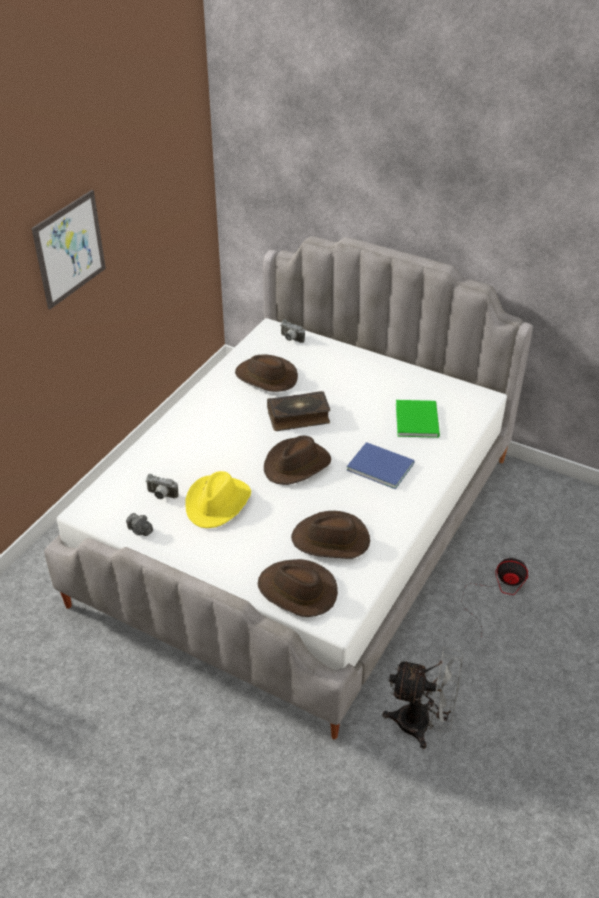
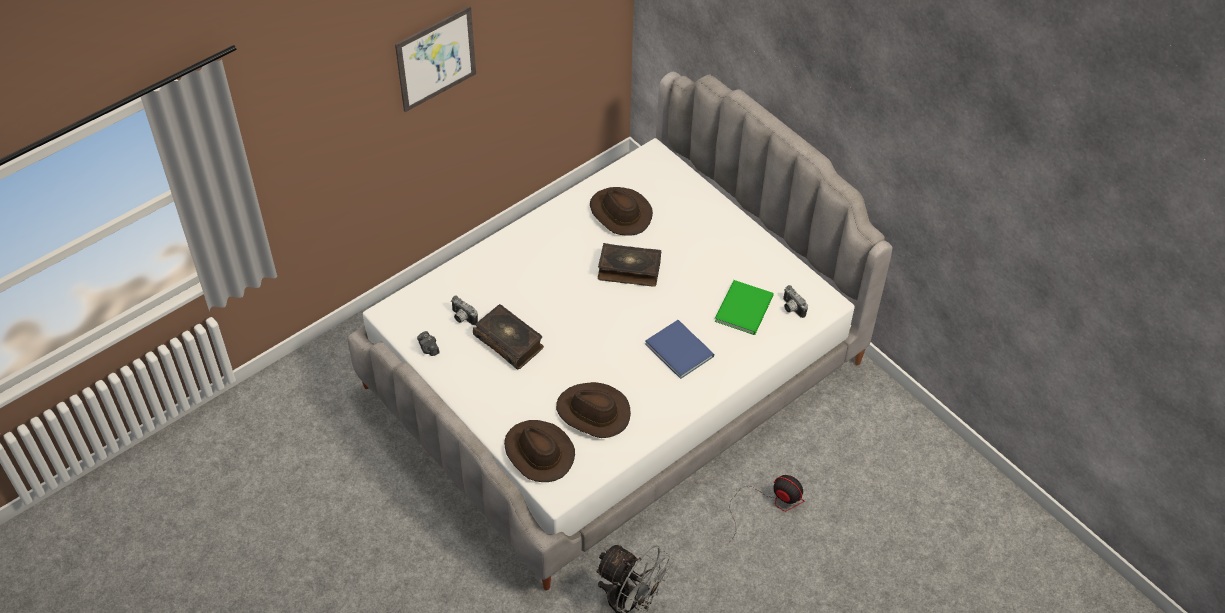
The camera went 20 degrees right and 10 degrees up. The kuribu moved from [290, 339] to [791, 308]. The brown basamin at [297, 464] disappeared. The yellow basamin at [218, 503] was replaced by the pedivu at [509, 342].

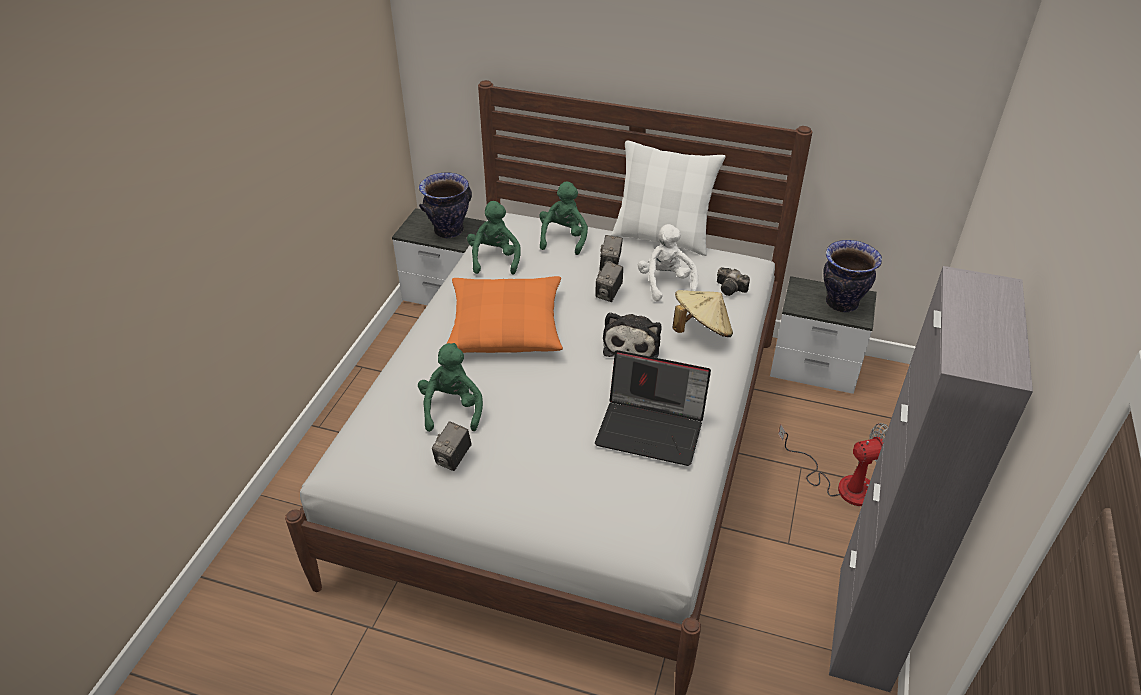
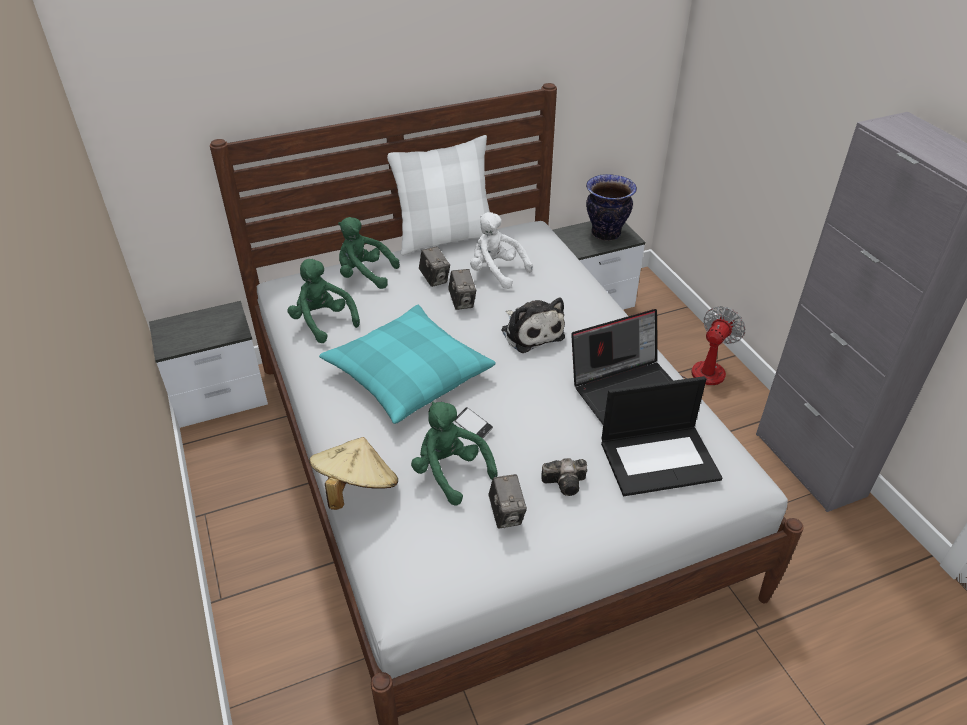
The camera went 40 degrees left and 0 degrees up. The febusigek at [448, 231] disappeared. The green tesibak at [563, 238] turned 45 degrees counterclockwise. The kuribu moved from [731, 289] to [566, 483]. The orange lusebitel at [505, 326] became the turquoise lusebitel at [408, 374]. The beige basamin moved from [701, 330] to [356, 489]. The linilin at [660, 459] appeared. The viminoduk at [473, 426] appeared.

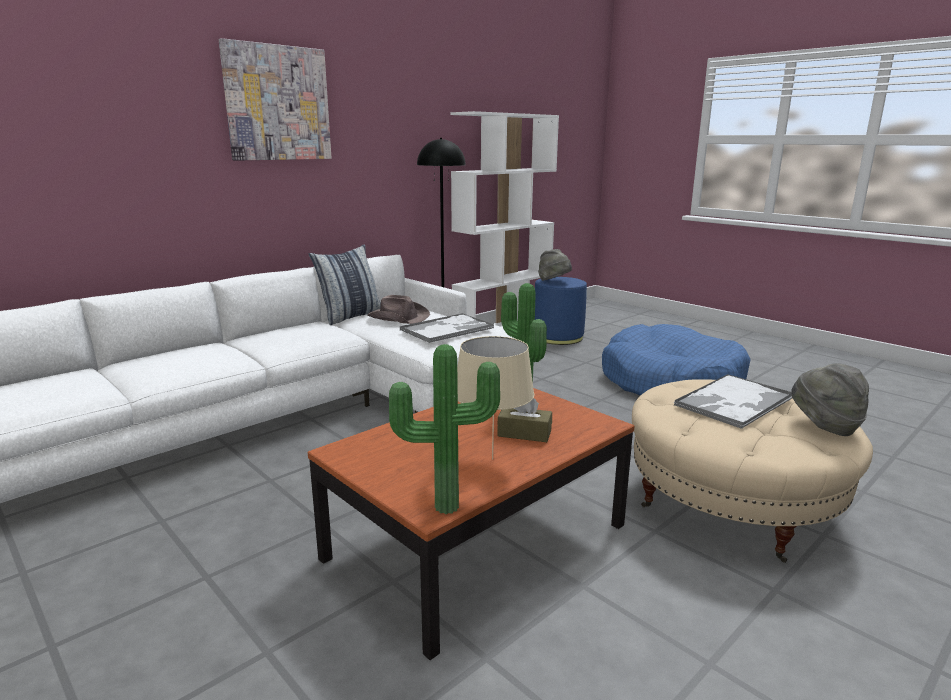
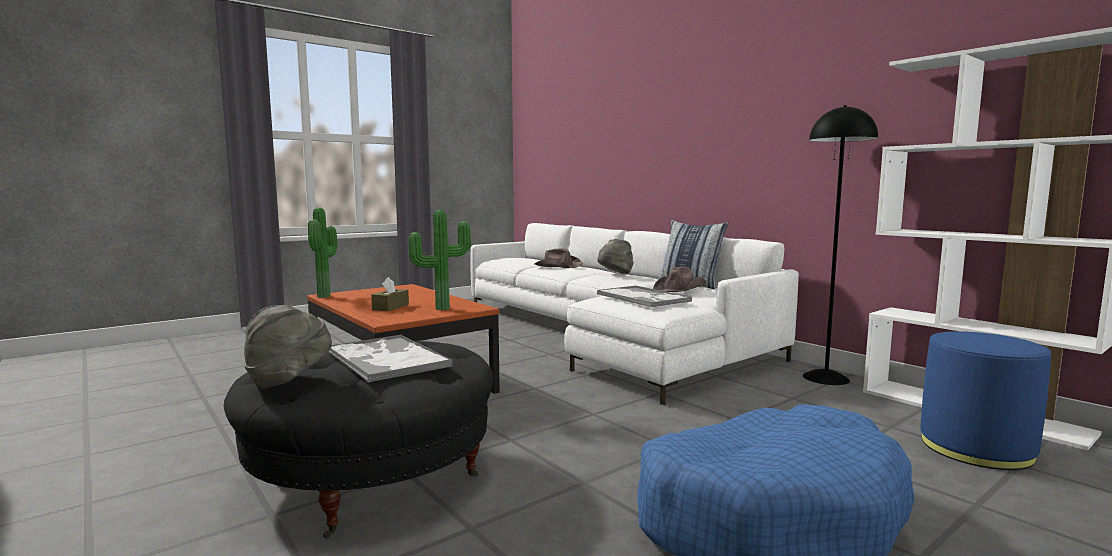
The camera went 95 degrees right and 10 degrees down. The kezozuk at [277, 103] disappeared. The grey basamin moved from [554, 282] to [615, 274]. The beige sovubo at [491, 459] disappeared. The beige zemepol at [732, 503] became the black zemepol at [371, 476]. The brown basamin at [557, 266] appeared.

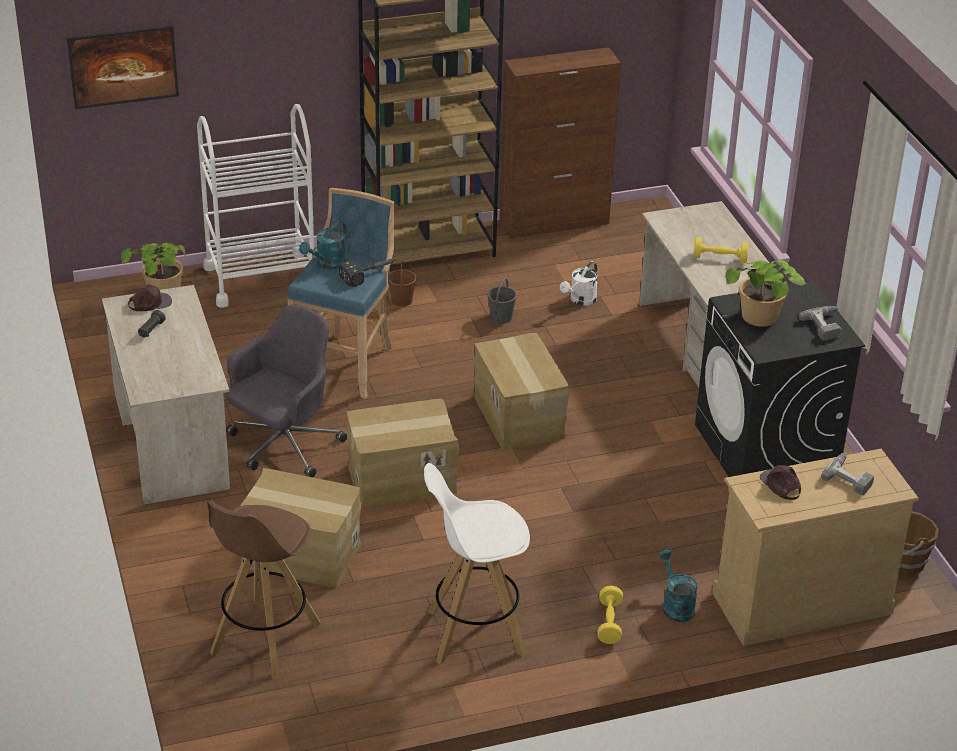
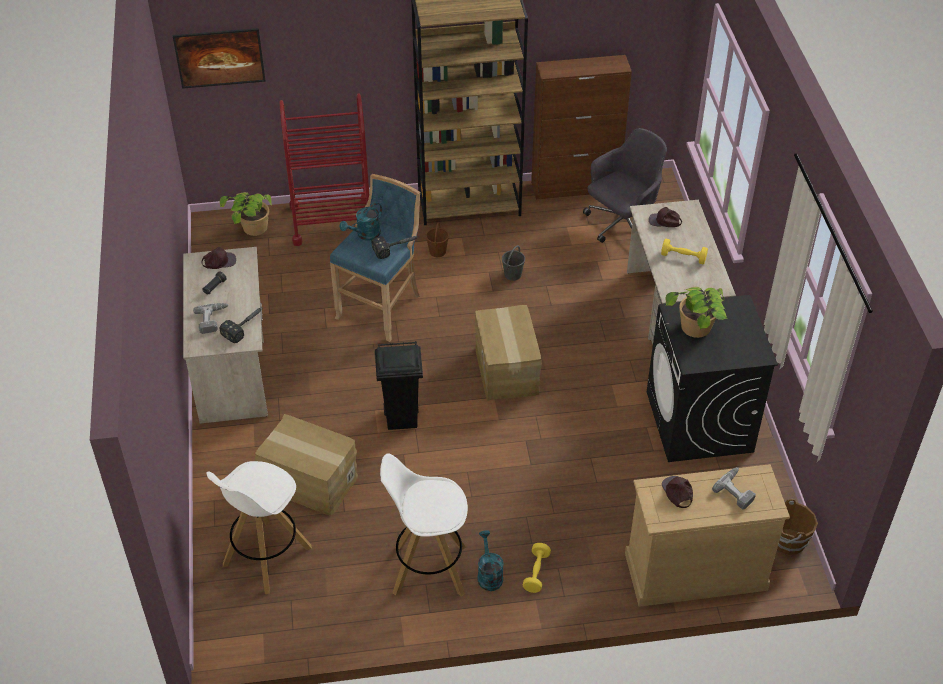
The camera went 10 degrees right and 10 degrees up. The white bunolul at [261, 279] became the red bunolul at [332, 221]. The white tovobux at [580, 300] disappeared. The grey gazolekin moved from [283, 446] to [623, 226]. The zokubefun moved from [826, 326] to [213, 320]. The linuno at [402, 477] was replaced by the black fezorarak at [402, 419]. The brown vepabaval at [265, 639] became the white vepabaval at [266, 557]. The turquoise tovobux moved from [675, 605] to [489, 574]. The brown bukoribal at [664, 221] appeared. The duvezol at [245, 326] appeared.

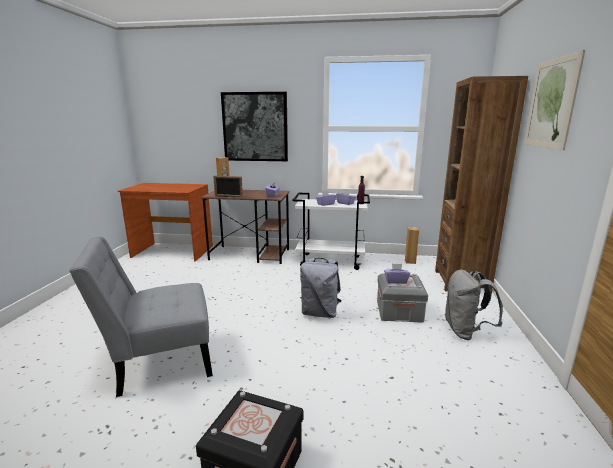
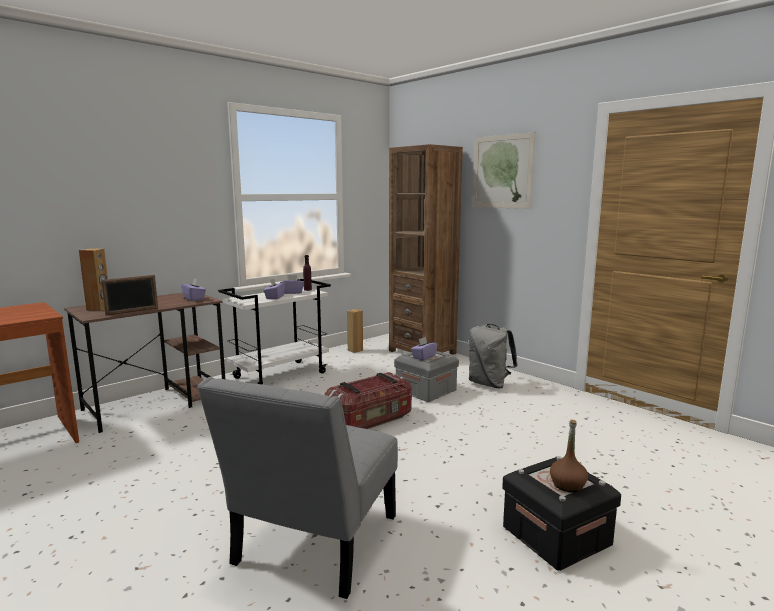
The camera went 50 degrees left and 5 degrees down. The kezozuk at [255, 127] disappeared. The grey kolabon at [320, 313] was replaced by the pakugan at [370, 420]. The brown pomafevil at [567, 485] appeared.

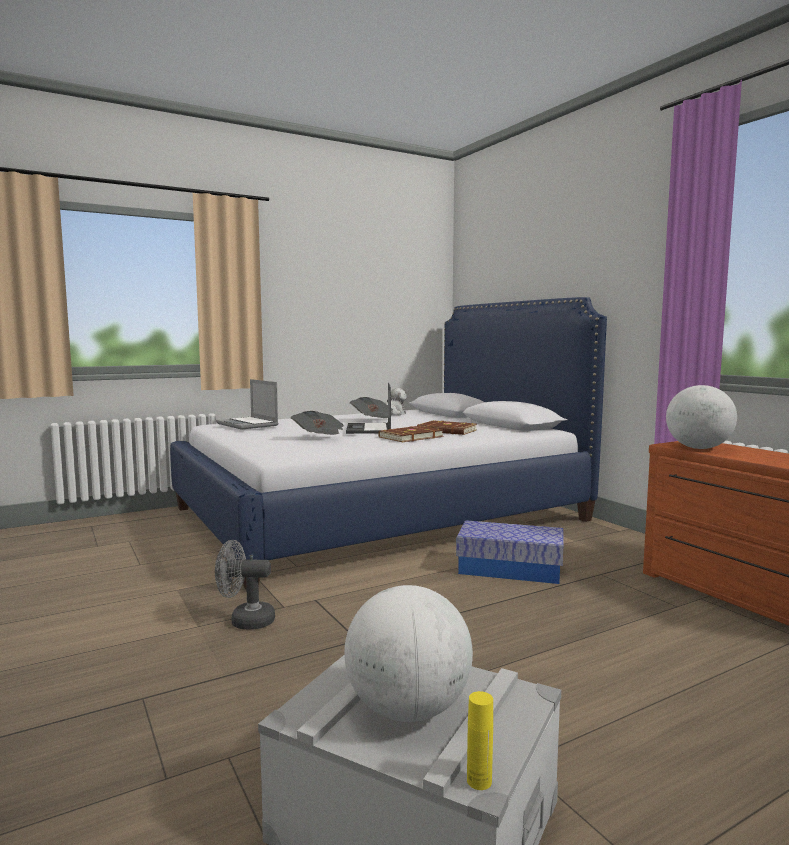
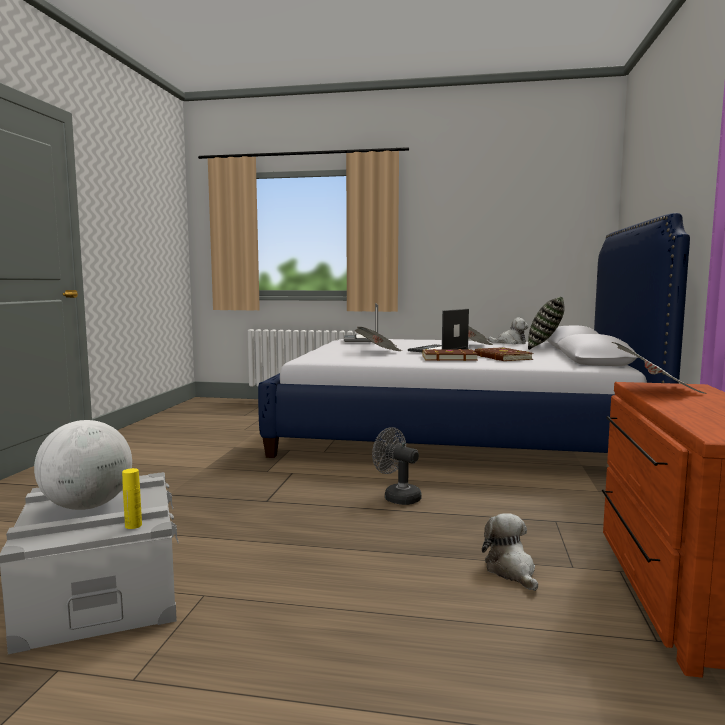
The camera went 40 degrees right and 0 degrees up. The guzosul at [698, 448] was replaced by the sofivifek at [656, 390]. The pakugan at [510, 569] disappeared. The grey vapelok moved from [245, 621] to [397, 497]. The yellow pomafevil moved from [479, 781] to [133, 525]. The lusebitel at [545, 347] appeared. The tesibak at [511, 571] appeared.

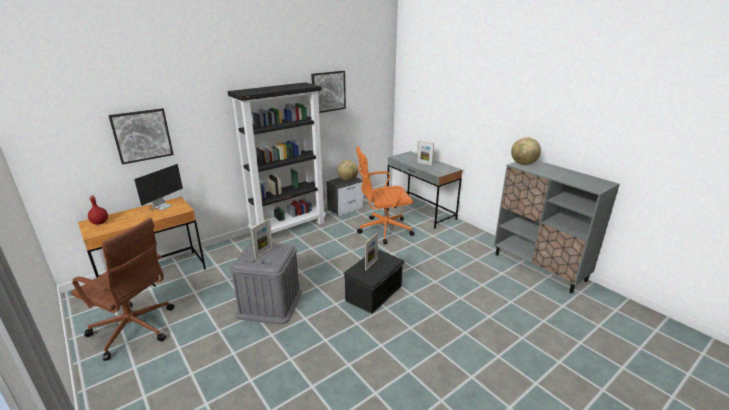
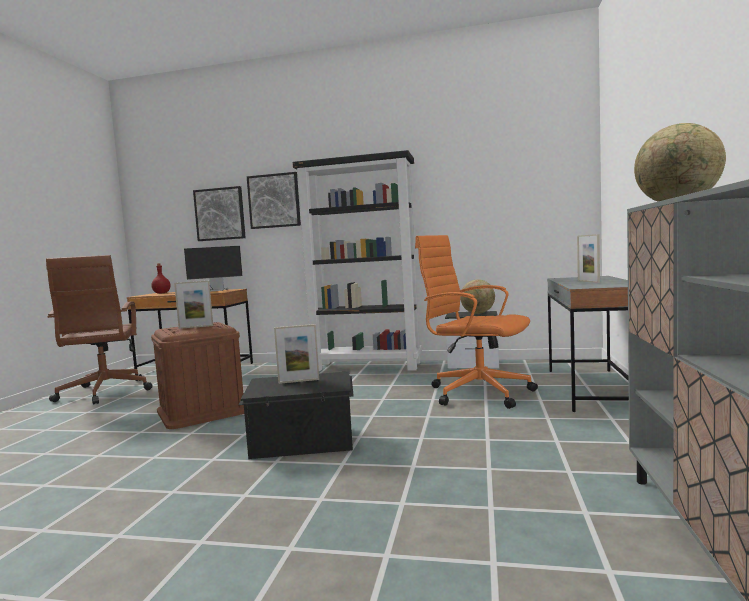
The camera went 50 degrees right and 20 degrees down. The kezozuk moved from [328, 91] to [274, 201]. The grey pakugan at [270, 303] became the brown pakugan at [202, 411].

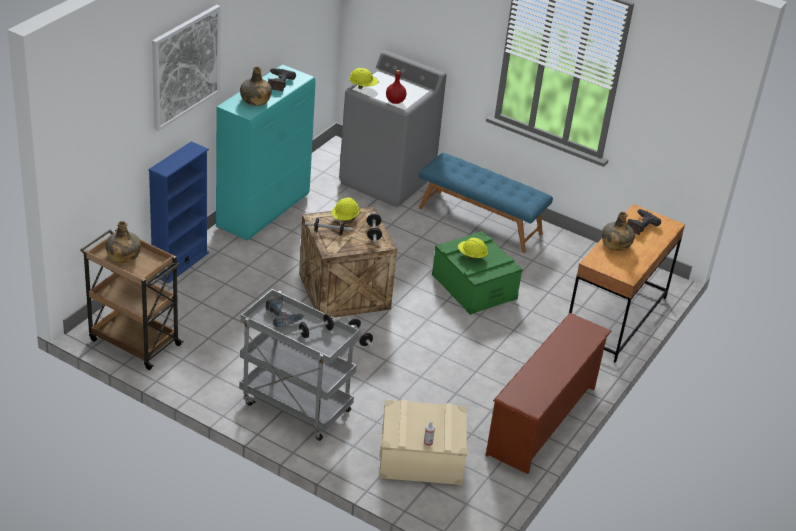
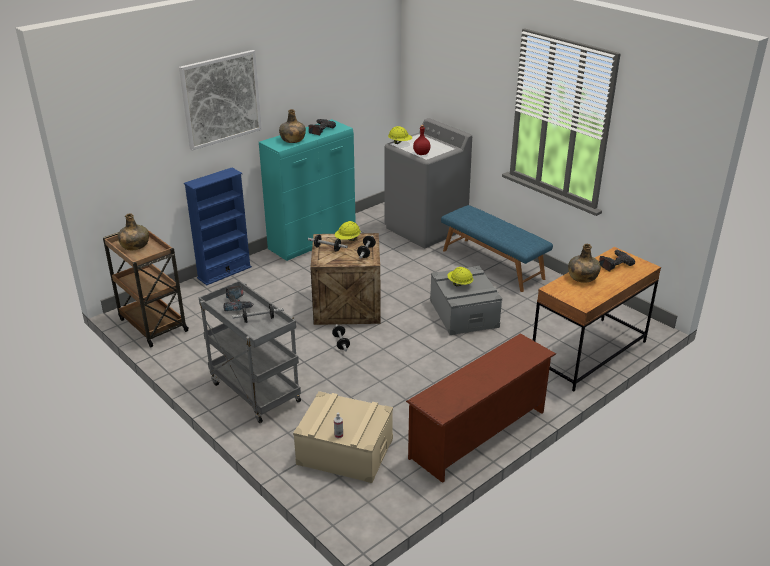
The camera went 20 degrees right and 5 degrees down. The green pakugan at [474, 286] became the grey pakugan at [463, 313].

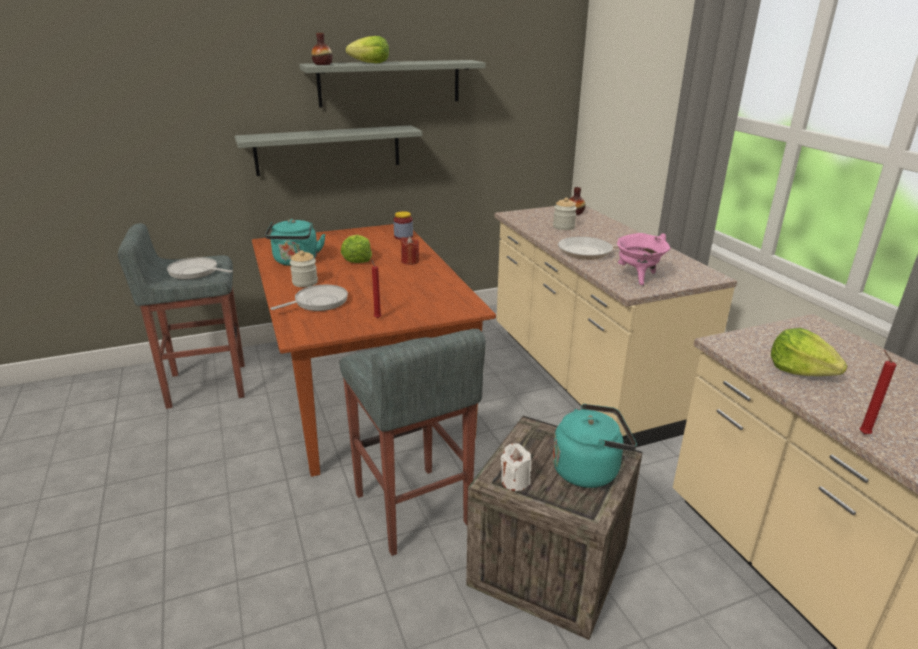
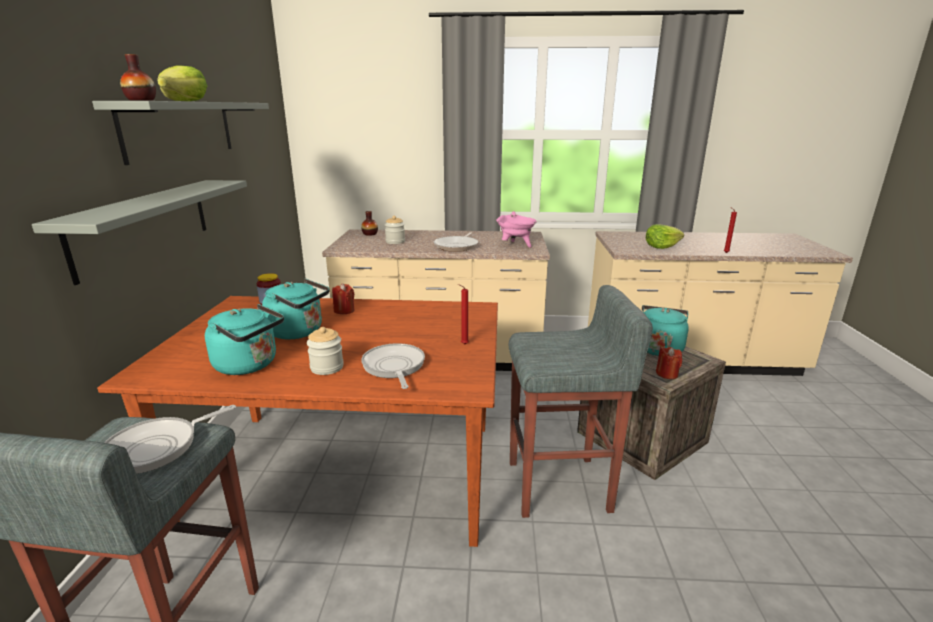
The camera went 65 degrees left and 5 degrees down. The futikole at [357, 259] was replaced by the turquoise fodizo at [299, 332]. The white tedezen at [515, 481] became the red tedezen at [667, 374].

